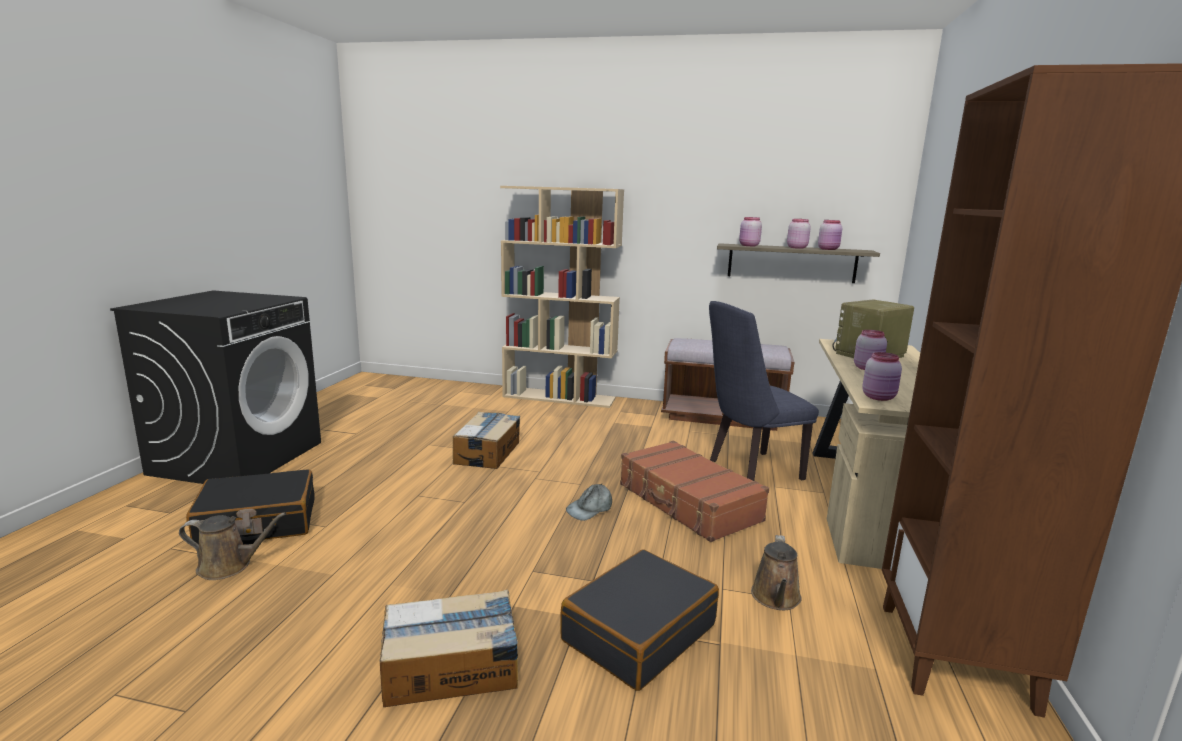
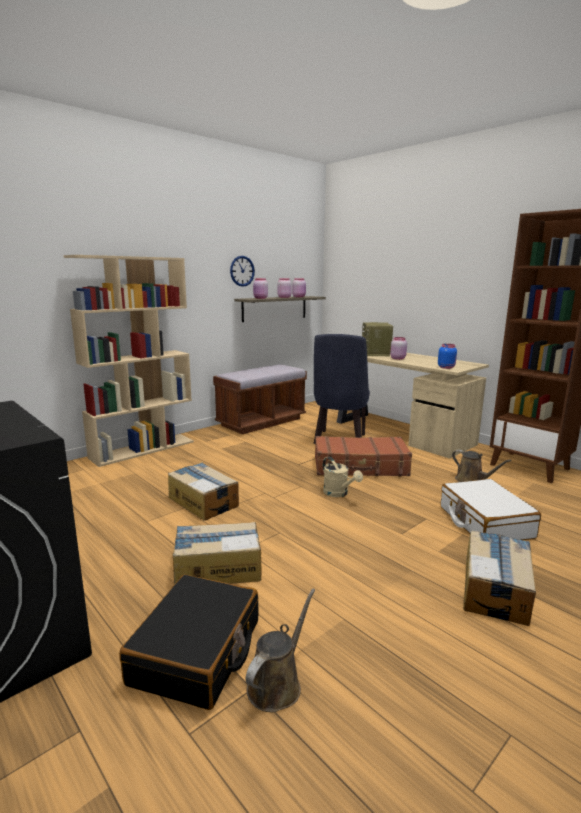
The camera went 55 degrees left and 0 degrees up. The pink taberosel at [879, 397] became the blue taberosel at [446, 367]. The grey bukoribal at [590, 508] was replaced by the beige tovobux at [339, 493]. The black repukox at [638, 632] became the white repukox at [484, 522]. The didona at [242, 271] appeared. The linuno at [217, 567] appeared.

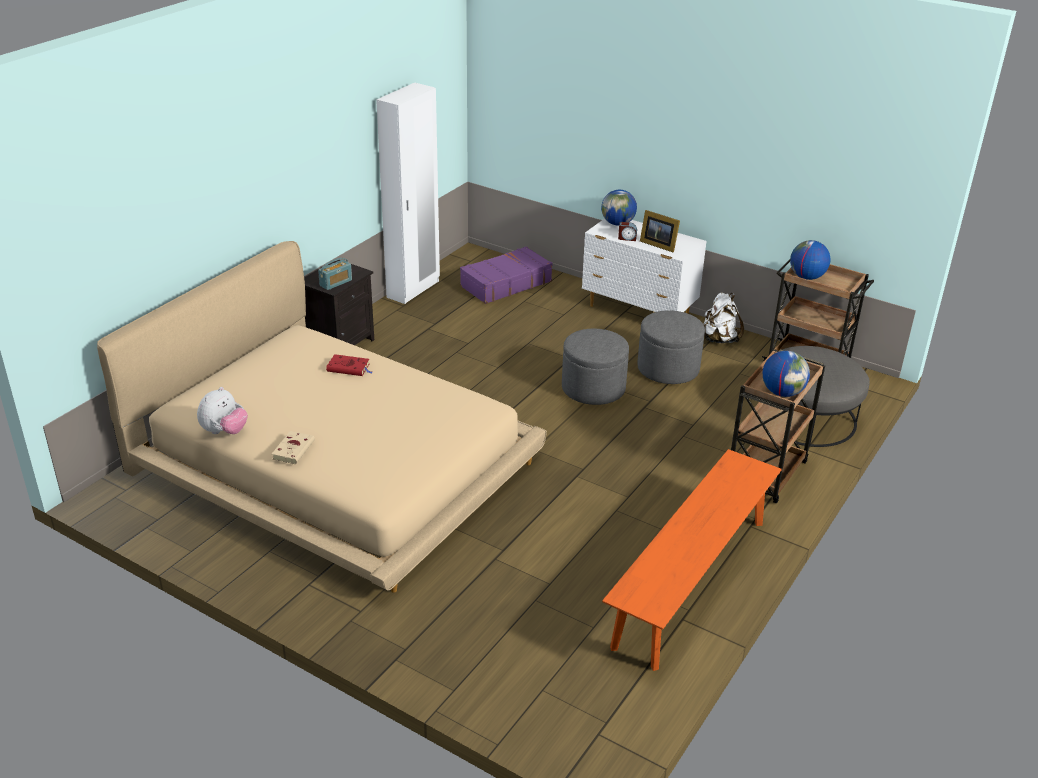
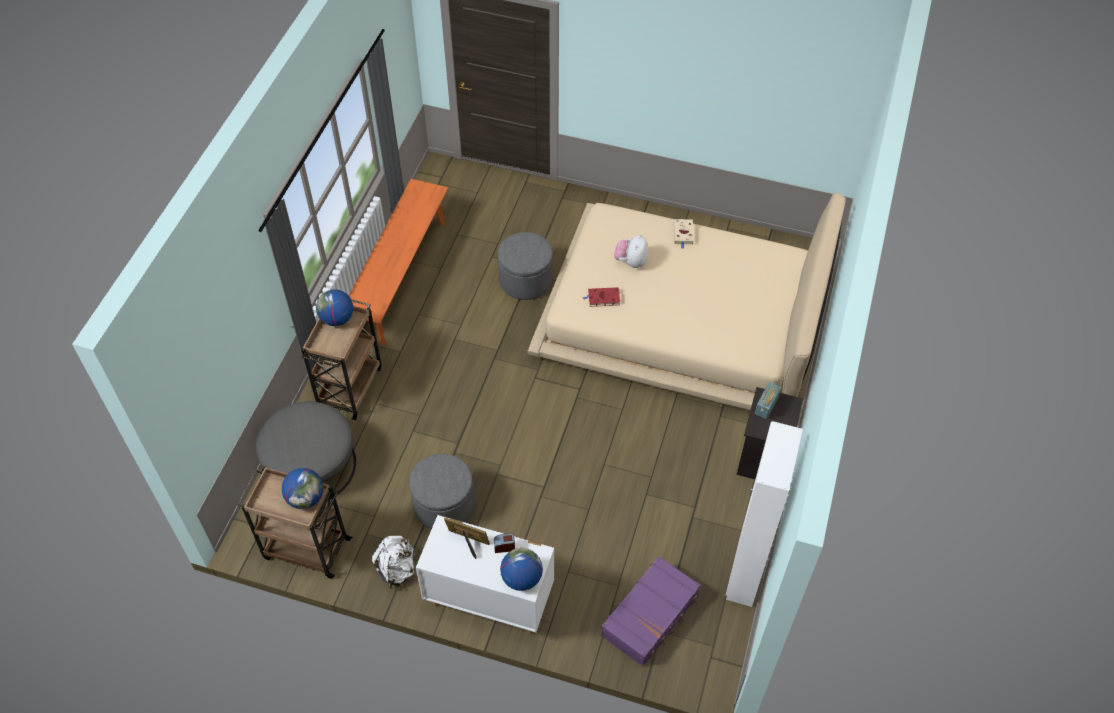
The camera went 165 degrees right and 20 degrees up. The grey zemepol moved from [593, 388] to [525, 280]. The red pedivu moved from [349, 368] to [603, 298]. The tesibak moved from [224, 431] to [631, 262].

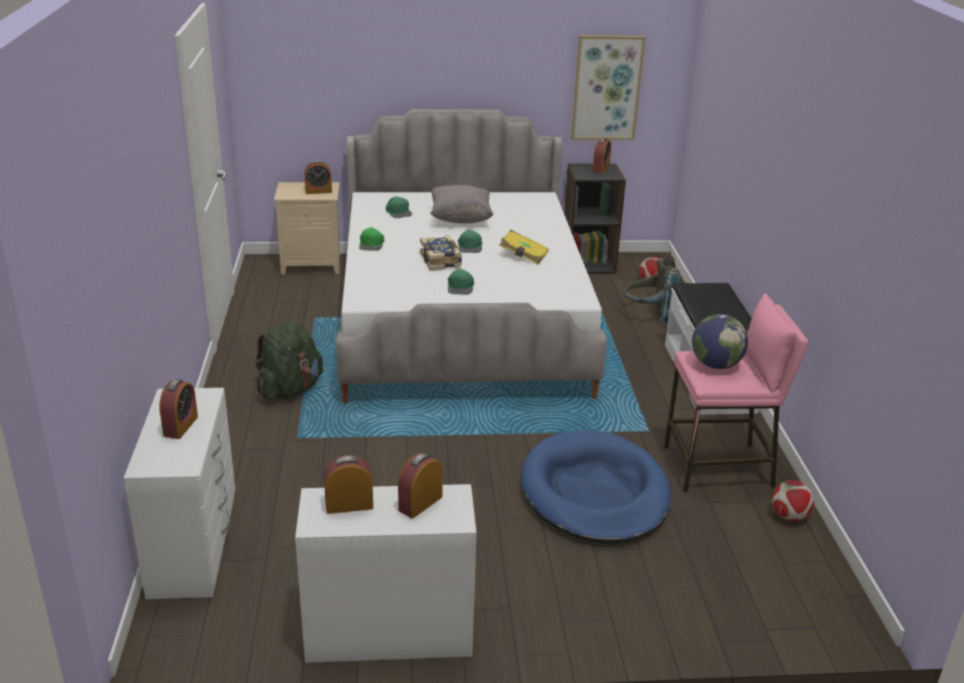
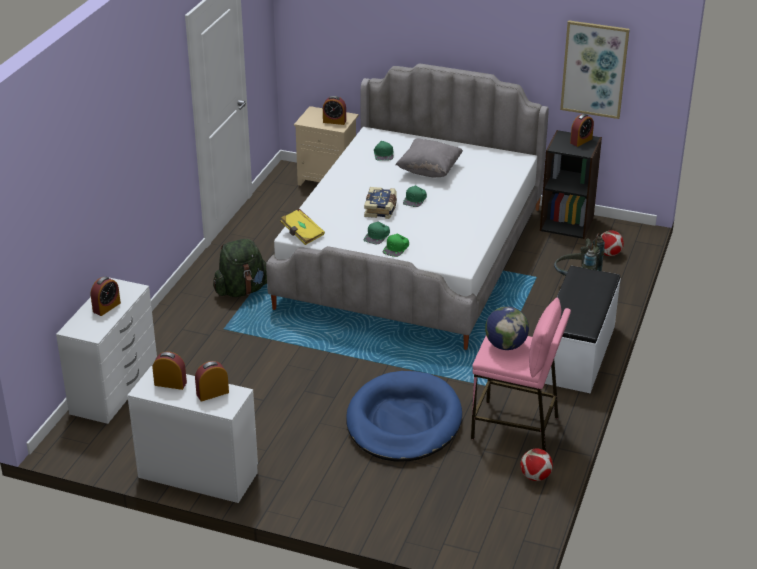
The camera went 25 degrees right and 5 degrees up. The green bukoribal moved from [372, 244] to [396, 248]. The yellow pedivu moved from [523, 256] to [302, 234].

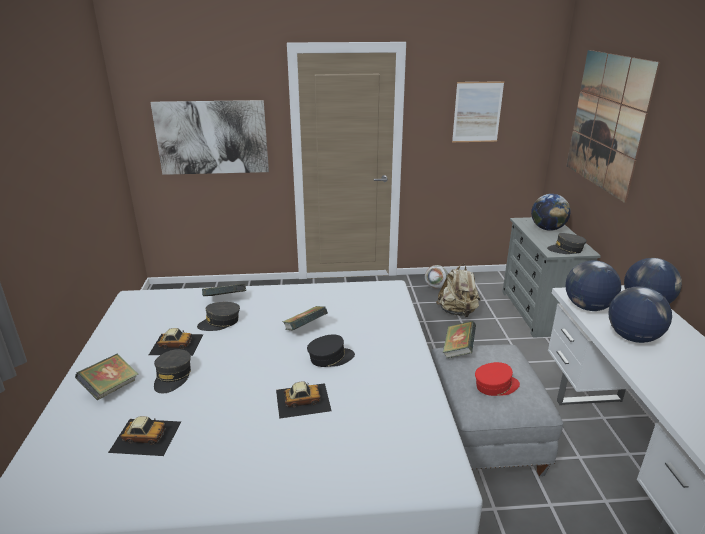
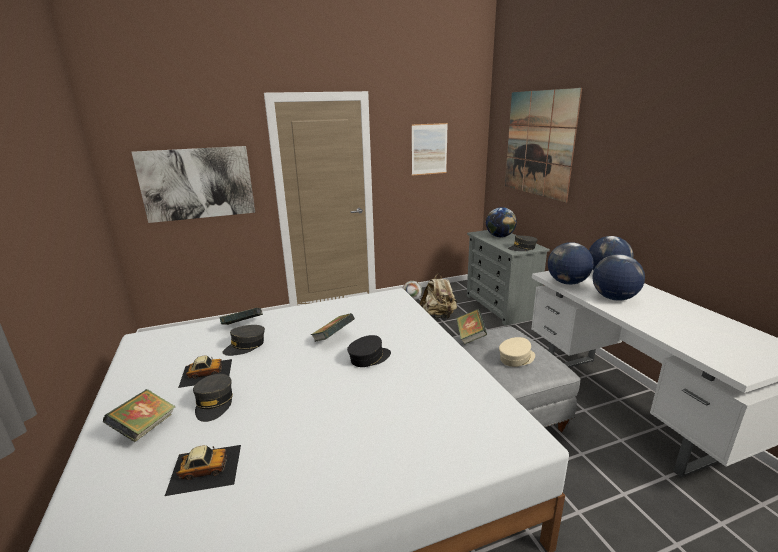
The camera went 15 degrees left and 5 degrees down. The red bukoribal at [495, 386] became the beige bukoribal at [516, 358]. The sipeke at [302, 400] disappeared.

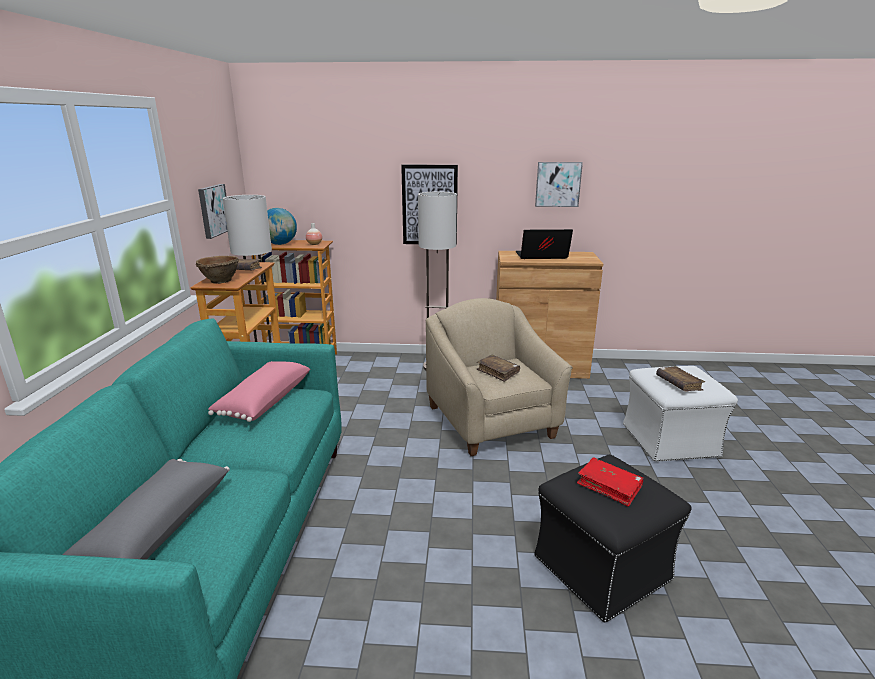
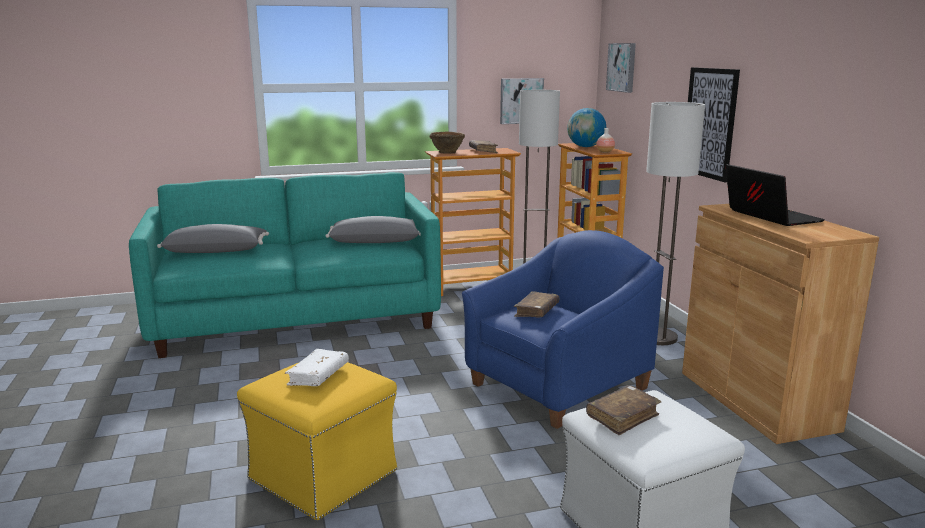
The camera went 70 degrees right and 5 degrees down. The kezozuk moved from [558, 184] to [622, 67]. The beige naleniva at [492, 422] became the blue naleniva at [557, 386]. The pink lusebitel at [263, 401] became the grey lusebitel at [376, 241]. The black zemepol at [602, 567] became the yellow zemepol at [324, 475]. The red pedivu at [609, 486] became the white pedivu at [318, 376].

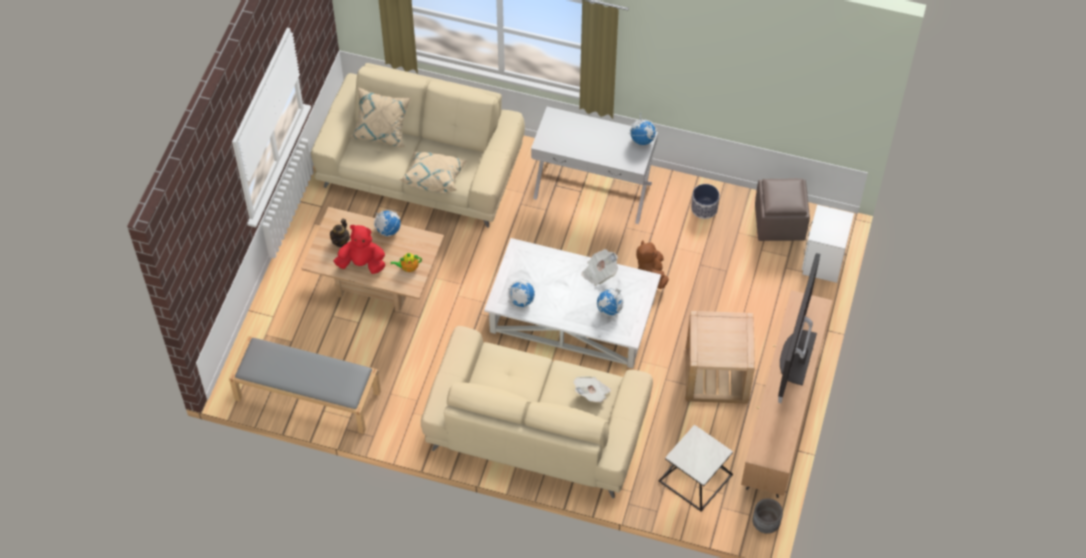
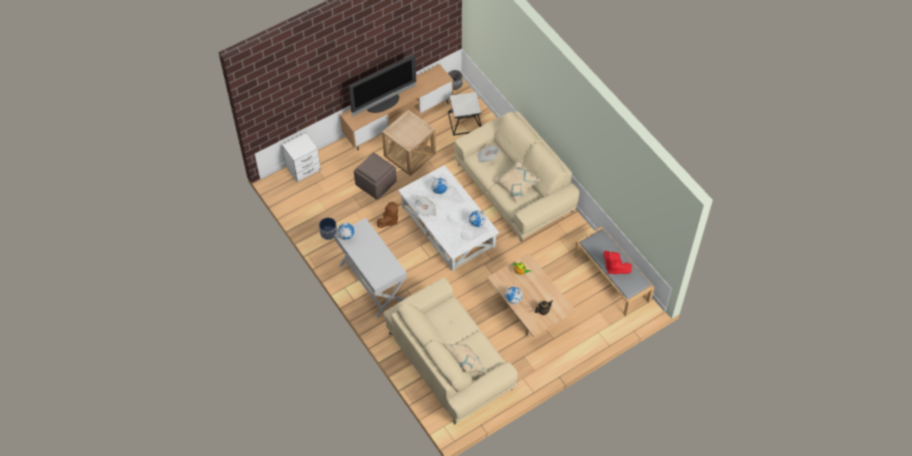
The camera went 140 degrees left and 0 degrees up. The beige lusebitel moved from [434, 178] to [516, 186]. The brown zemepol moved from [780, 223] to [376, 183]. The red tesibak moved from [362, 263] to [614, 268].

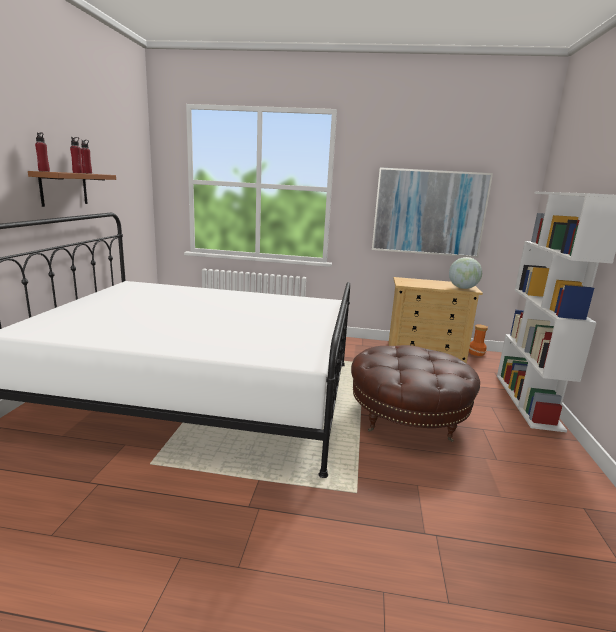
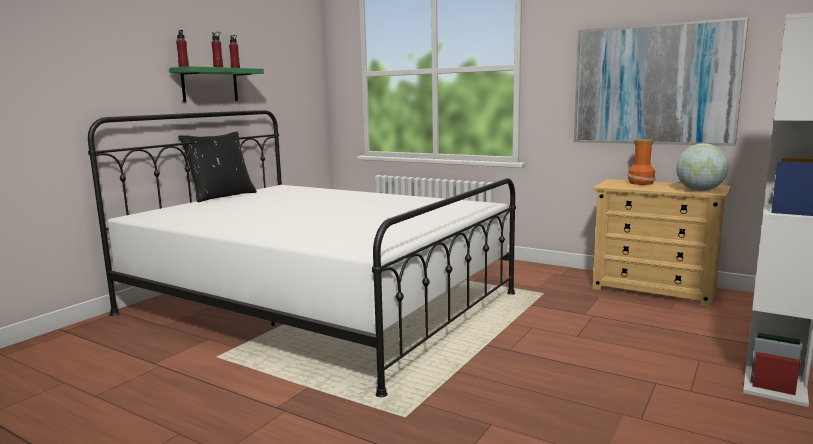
The camera went 25 degrees right and 5 degrees down. The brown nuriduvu at [64, 188] became the green nuriduvu at [210, 85]. The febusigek moved from [475, 353] to [640, 183]. The brown zemepol at [407, 416] disappeared. The black lusebitel at [222, 196] appeared.

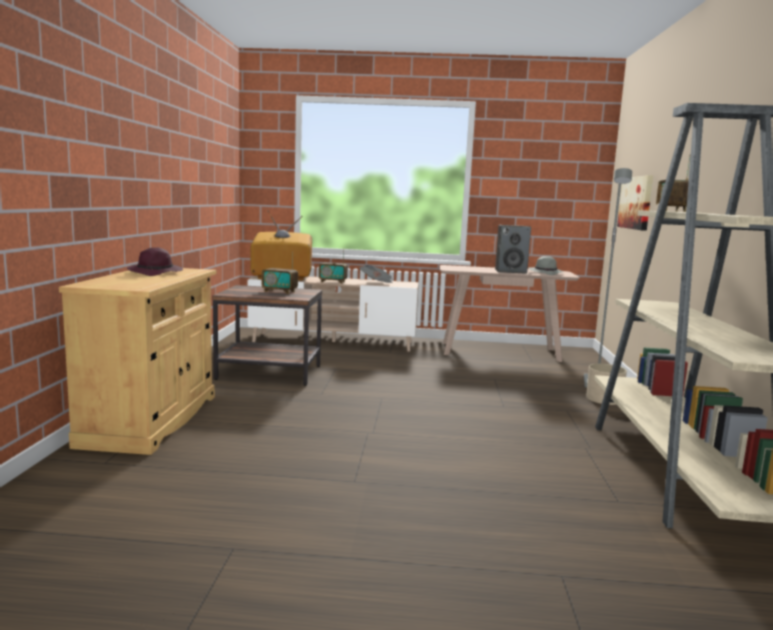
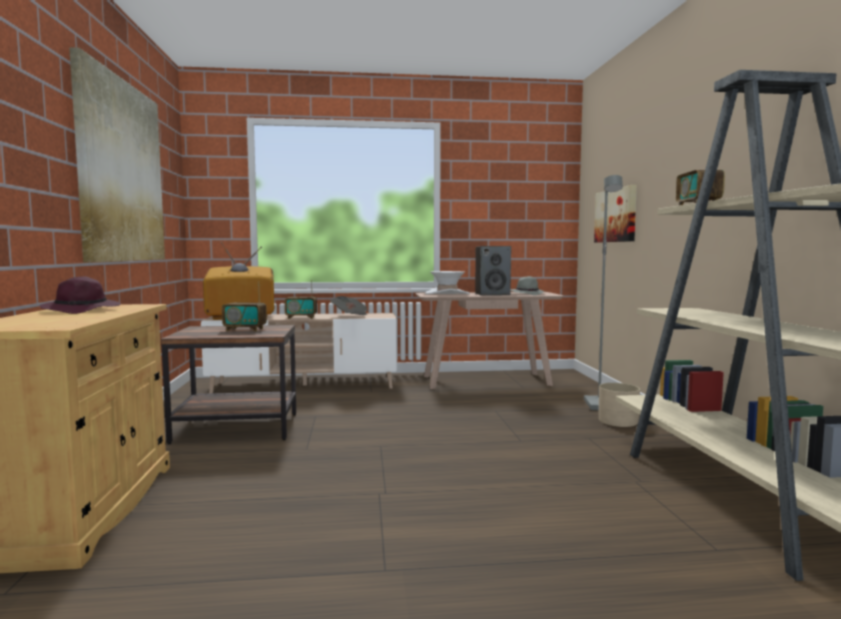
The camera went 10 degrees left and 5 degrees down. The kezozuk at [121, 171] appeared. The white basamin at [447, 294] appeared.

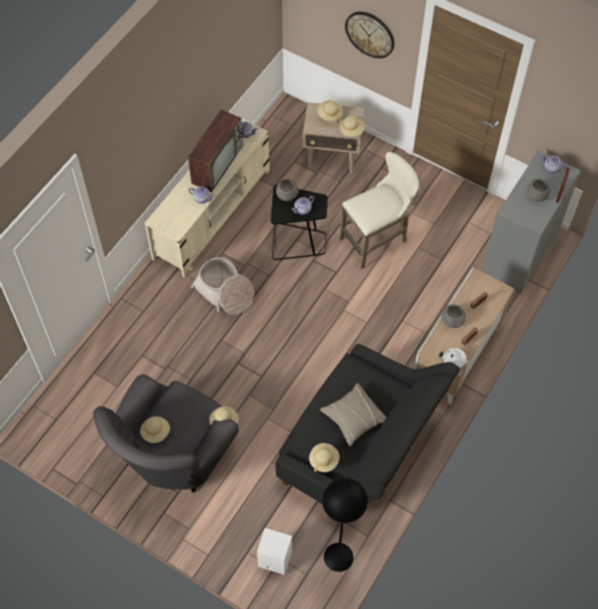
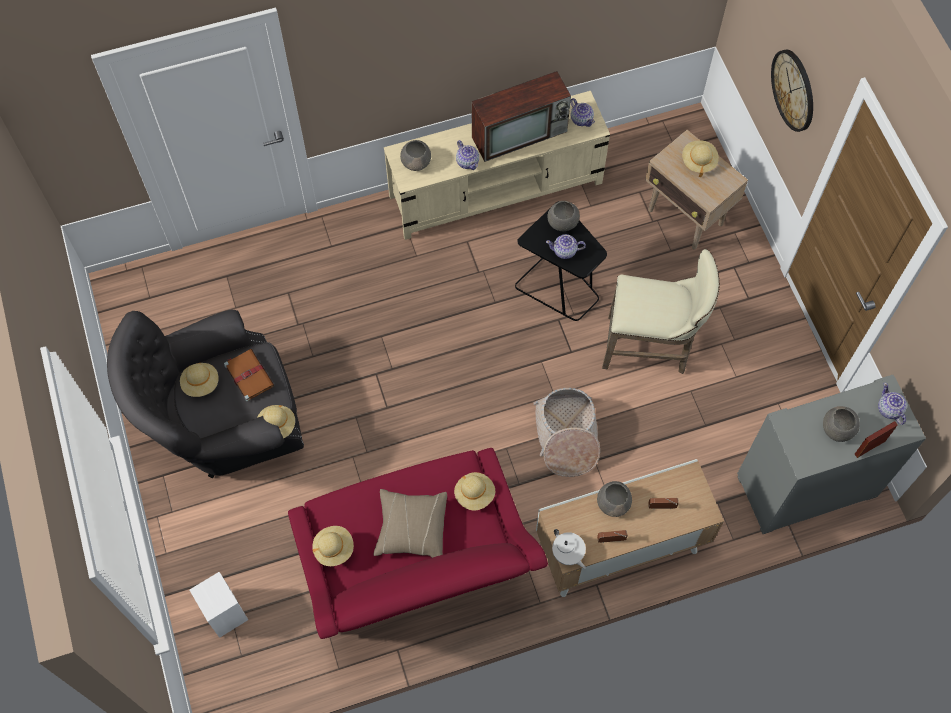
The camera went 40 degrees right and 5 degrees up. The beige basamin moved from [351, 130] to [474, 494]. The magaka moved from [224, 292] to [566, 437]. The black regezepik at [360, 450] became the red regezepik at [416, 569]. The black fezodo at [338, 557] disappeared. The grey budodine at [416, 161] appeared. The brown pedivu at [248, 375] appeared.

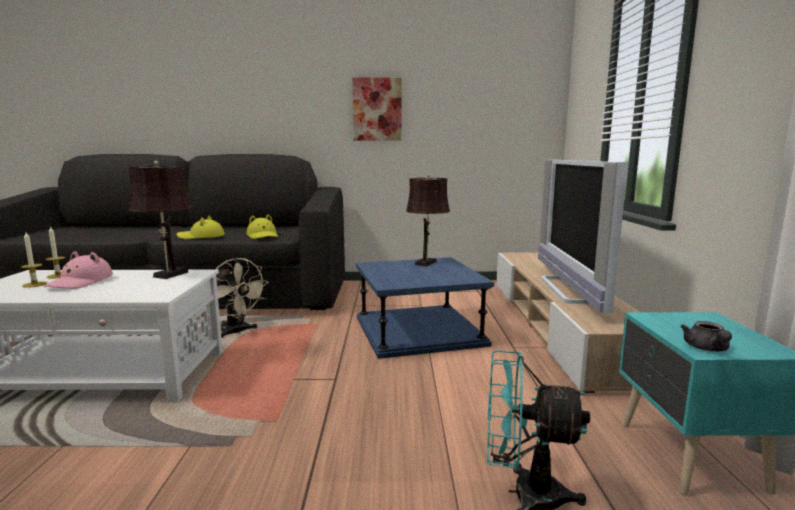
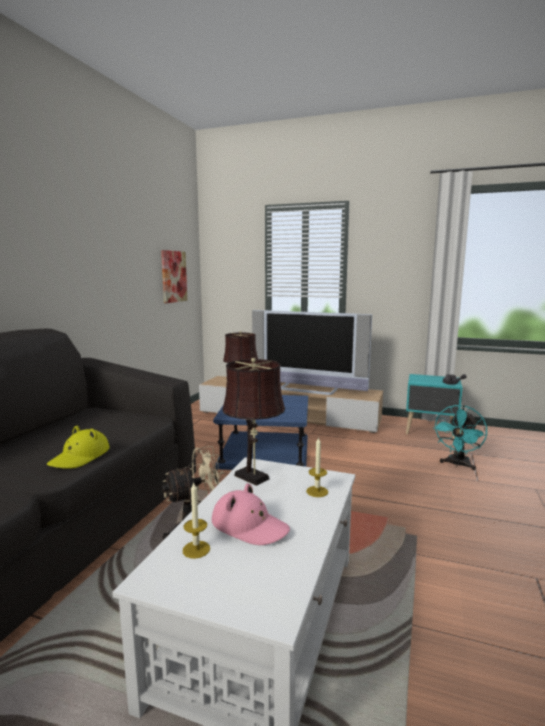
The camera went 70 degrees left and 0 degrees up. The kezozuk moved from [377, 109] to [173, 276]. The yellow basamin at [263, 236] disappeared. The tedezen moved from [34, 284] to [317, 491].

